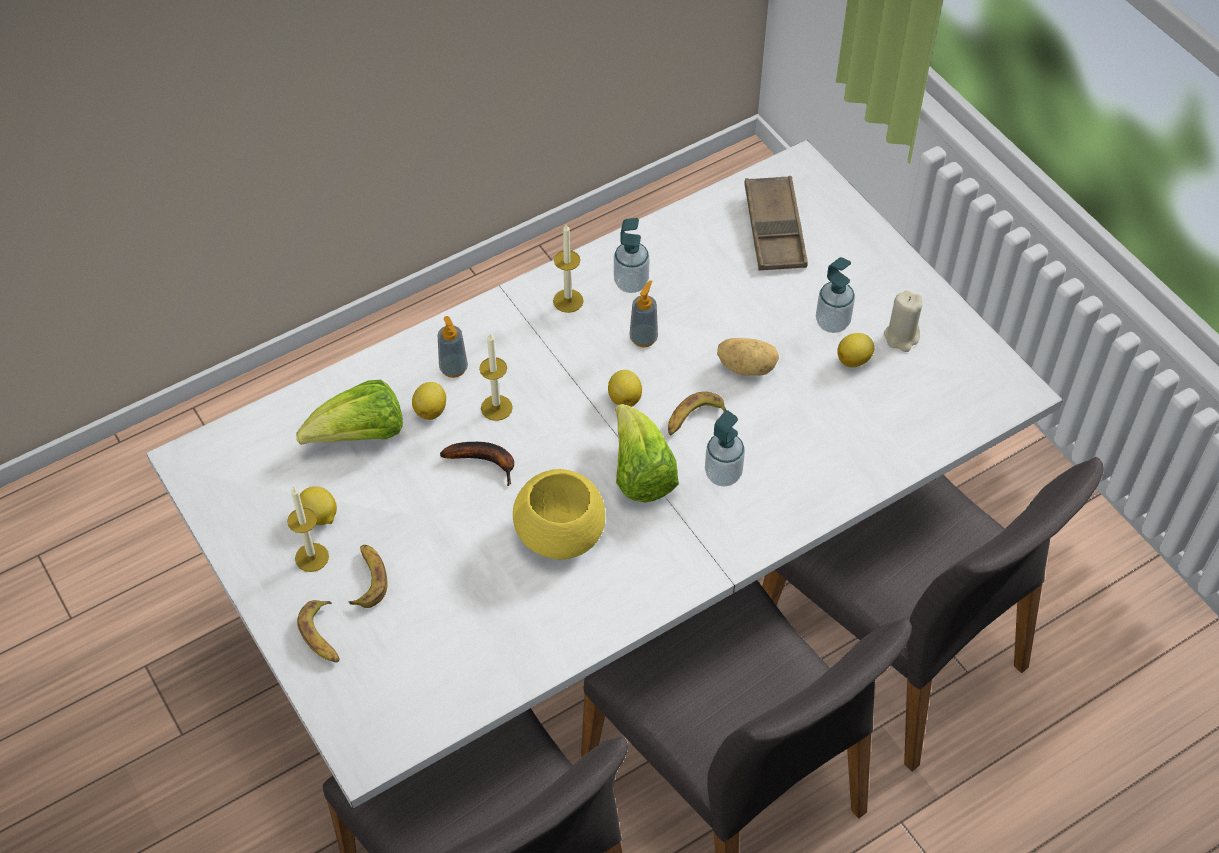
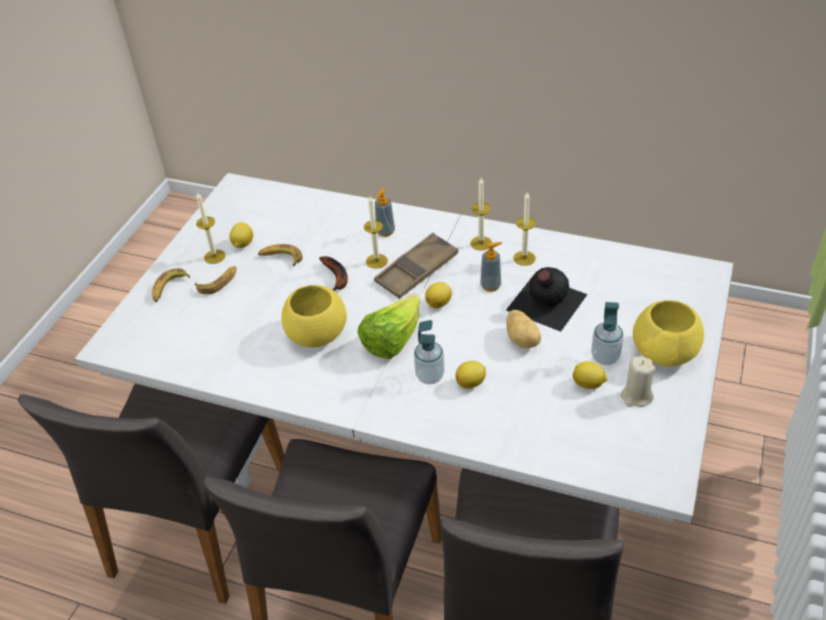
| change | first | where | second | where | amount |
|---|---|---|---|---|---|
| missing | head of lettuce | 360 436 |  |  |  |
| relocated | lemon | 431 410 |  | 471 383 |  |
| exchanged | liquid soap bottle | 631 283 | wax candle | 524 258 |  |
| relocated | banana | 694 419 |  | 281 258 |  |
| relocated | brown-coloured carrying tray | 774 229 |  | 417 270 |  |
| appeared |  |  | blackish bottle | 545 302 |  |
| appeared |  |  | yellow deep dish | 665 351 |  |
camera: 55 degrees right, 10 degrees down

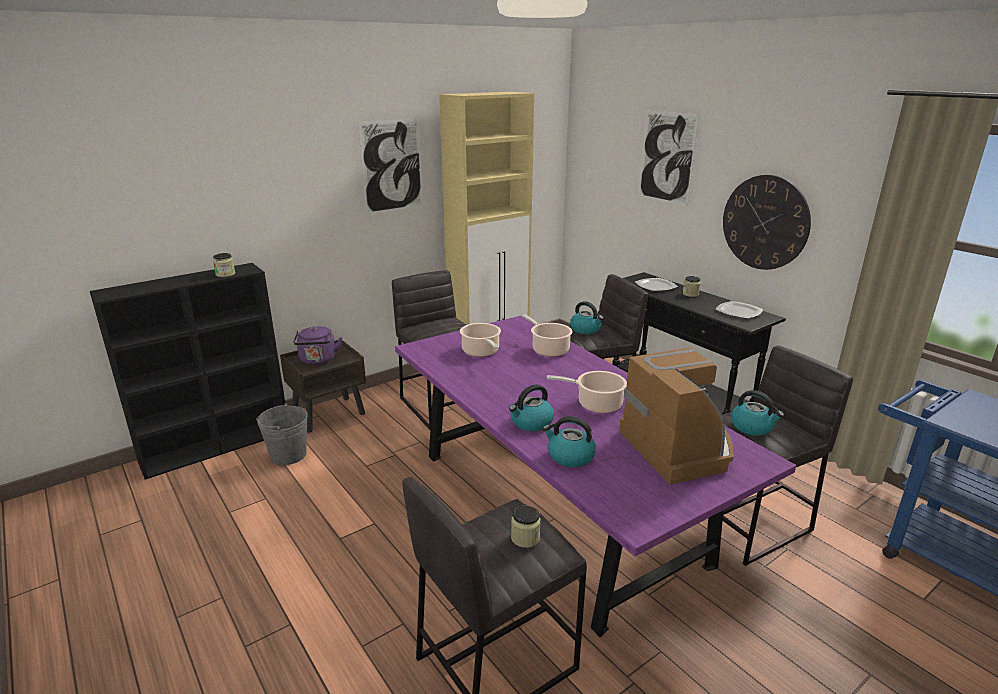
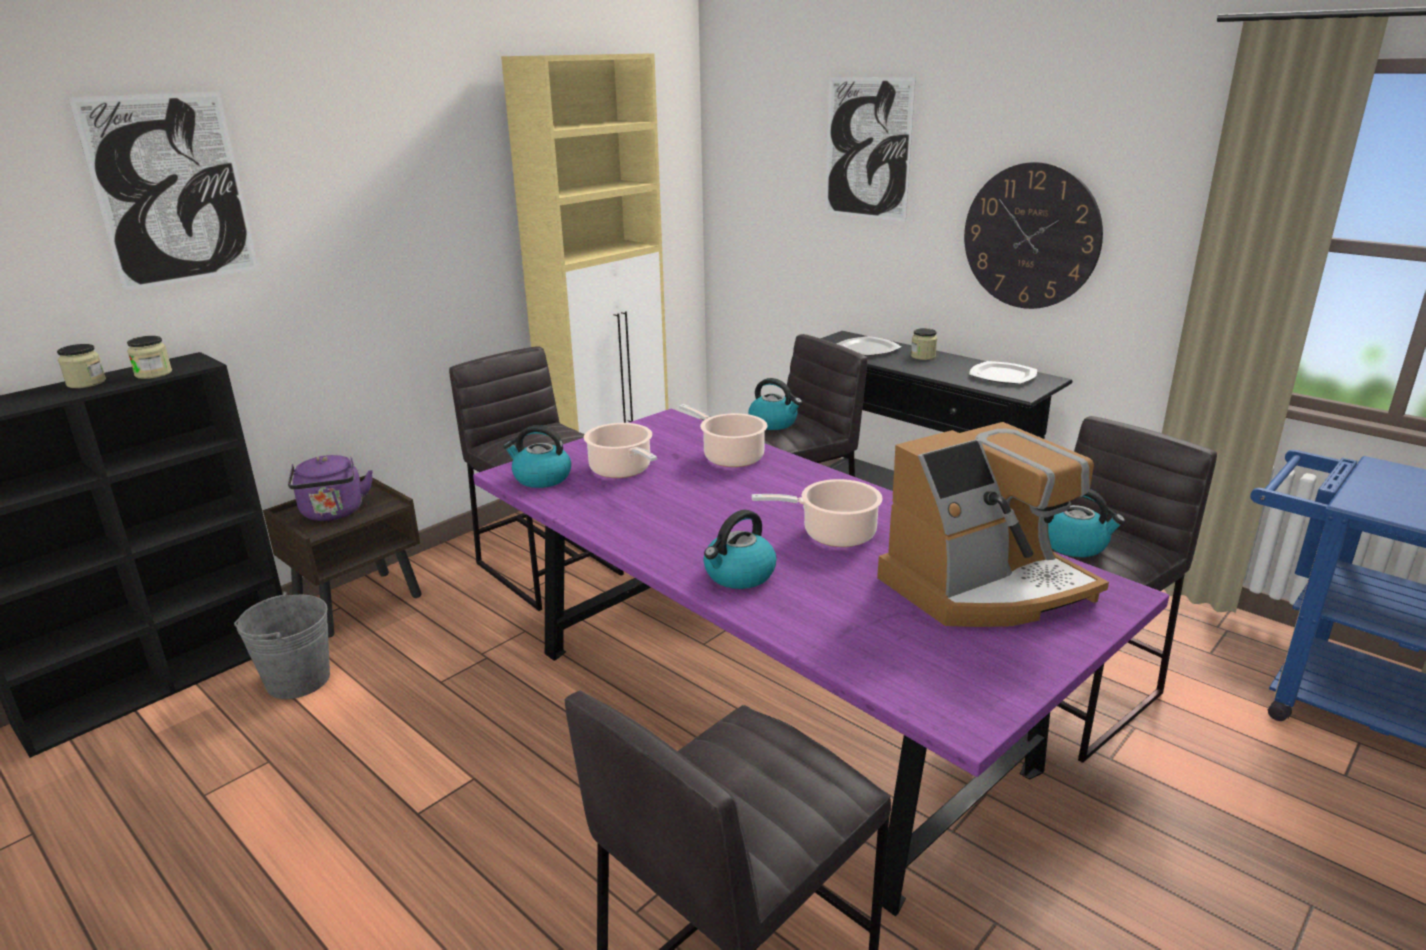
| change | first | where | second | where | amount |
|---|---|---|---|---|---|
| relocated | wall picture | 392 166 |  | 171 190 |  |
| relocated | storage jar | 525 538 |  | 86 383 |  |
| relocated | water kettle | 570 456 |  | 541 478 |  |
| spun | coffee maker | 679 447 |  | 985 587 | 90 degrees clockwise |
camera: 10 degrees left, 0 degrees up

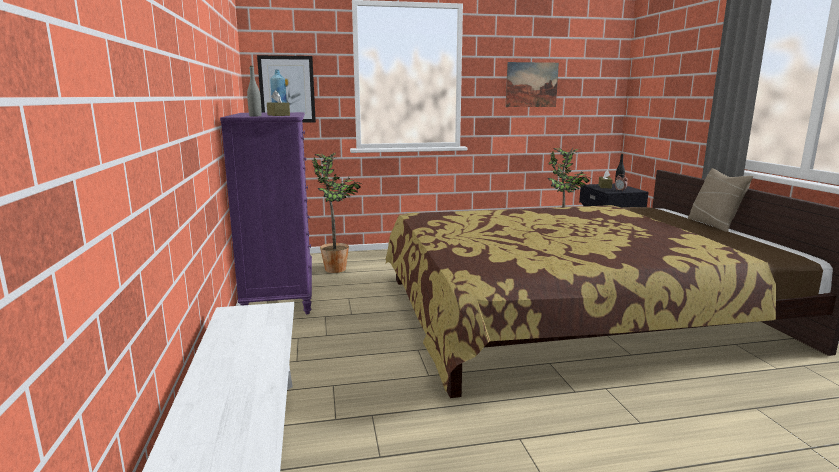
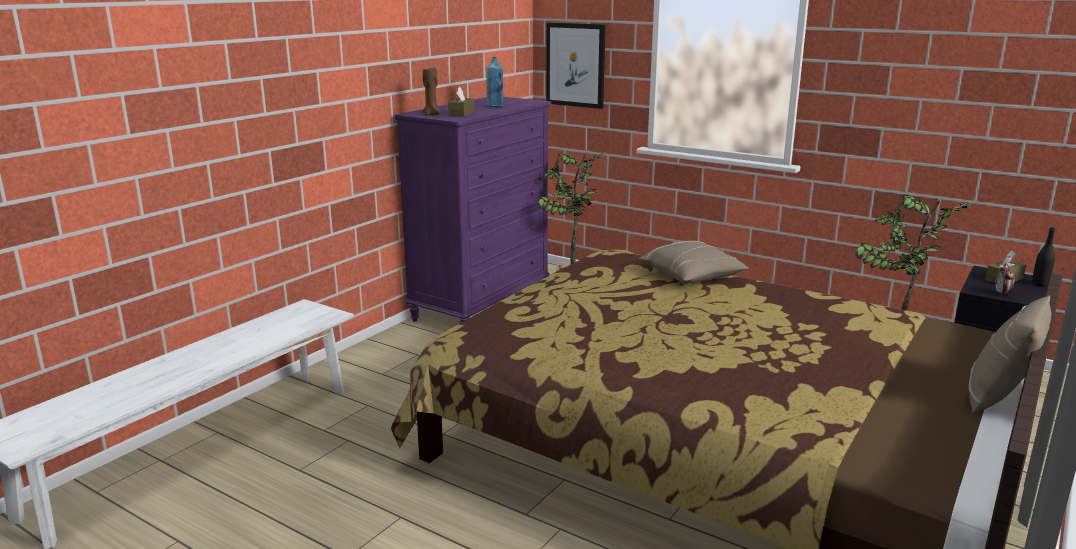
| change | first | where | second | where | amount |
|---|---|---|---|---|---|
| exchanged | gray bottle | 255 116 | brown-coloured wax candle | 431 114 |  |
| missing | wall picture | 531 84 |  |  |  |
| appeared |  |  | sand-coloured cushion | 692 277 |  |
camera: 45 degrees right, 5 degrees up

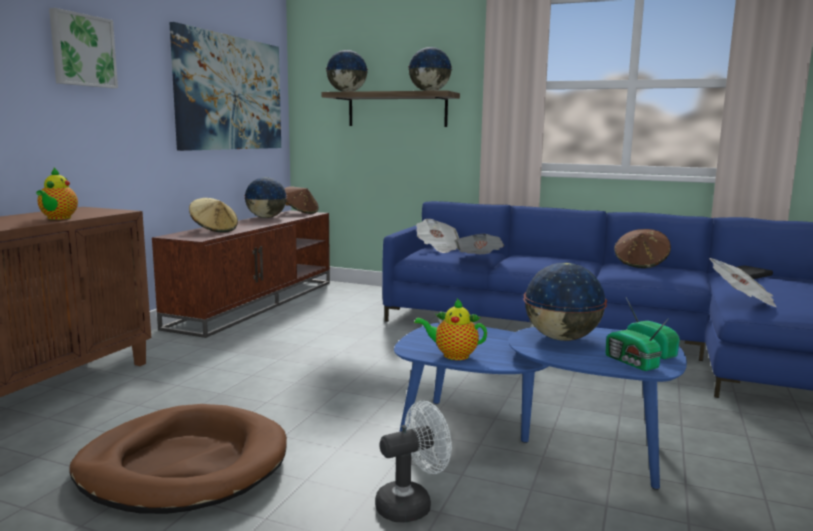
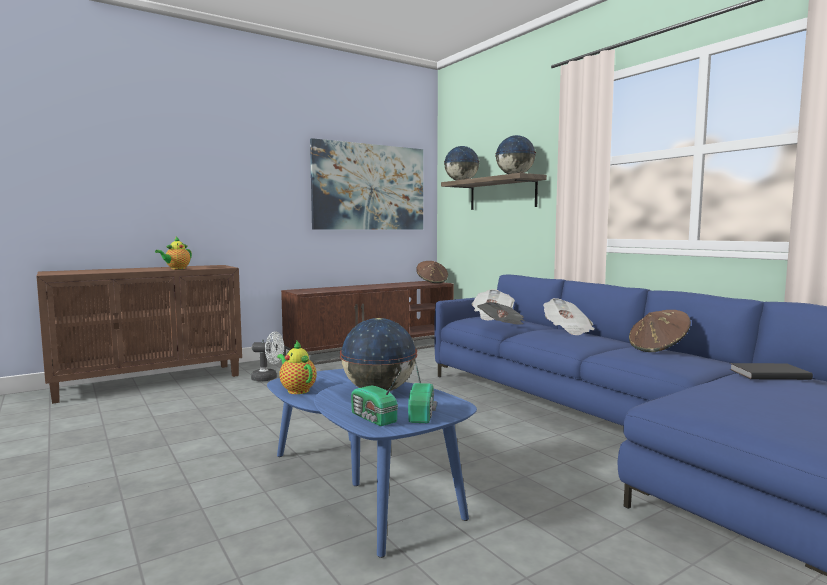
| change | first | where | second | where | amount |
|---|---|---|---|---|---|
| missing | wall picture | 82 50 |  |  |  |
| missing | brown-coloured dog bed | 184 465 |  |  |  |
| missing | sand-coloured wearable hat | 214 230 |  |  |  |
| missing | globe | 266 217 |  |  |  |
| relocated | whitish electric fan | 411 504 |  | 268 378 |  |
| spun | radio receiver | 631 363 |  | 373 418 | 45 degrees counterclockwise |
| relocated | newspaper | 741 299 |  | 568 330 |  |
camera: 35 degrees right, 5 degrees down

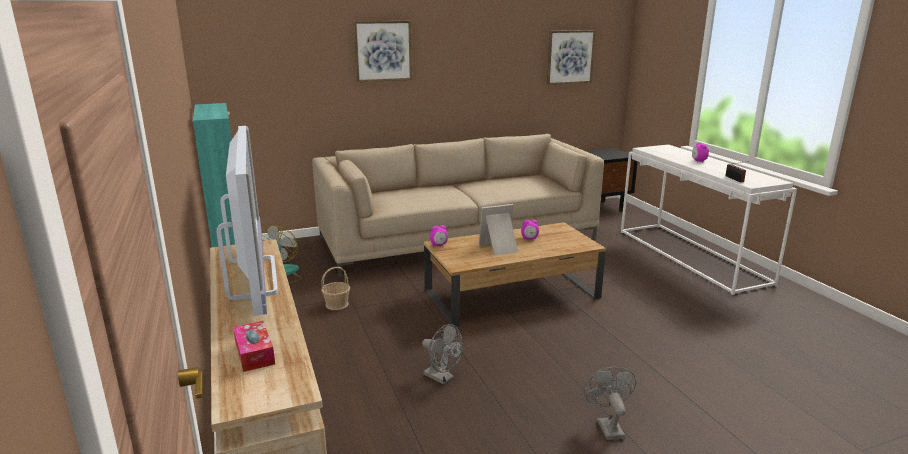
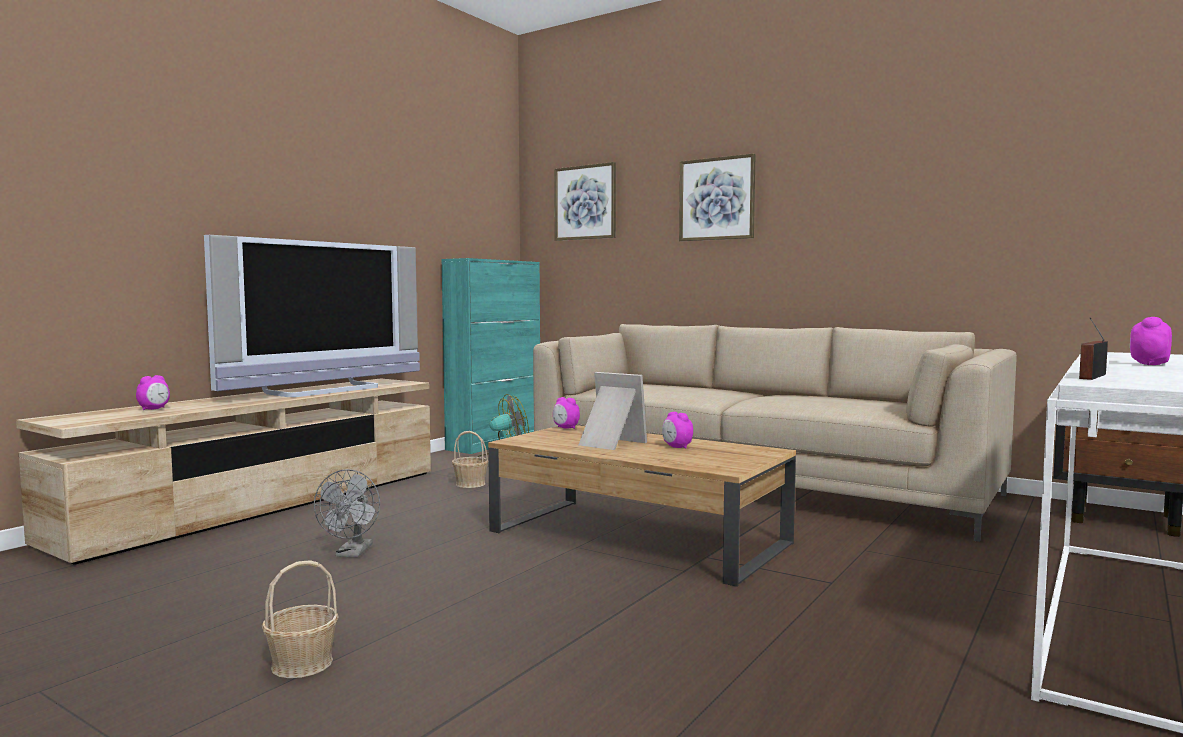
| change | first | where | second | where | amount |
|---|---|---|---|---|---|
| exchanged | tissue box | 254 353 | table clock | 154 409 |  |
| relocated | wall picture | 570 57 |  | 585 202 |  |
| exchanged | gray electric fan | 607 426 | storage basket | 301 664 |  |
camera: 55 degrees right, 15 degrees down

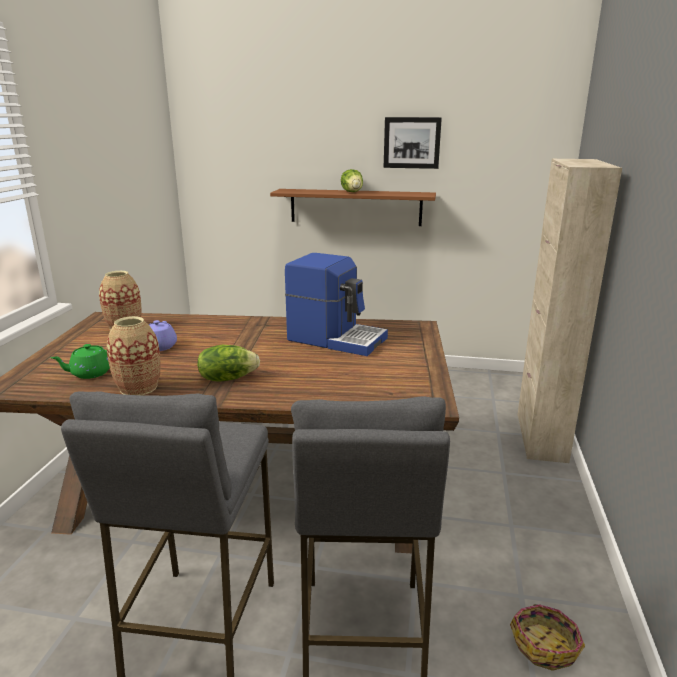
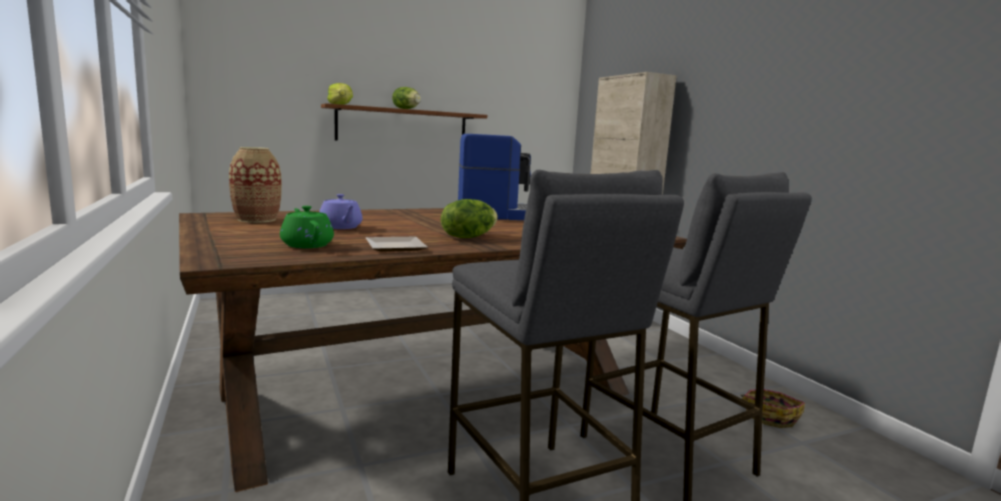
| change | first | where | second | where | amount |
|---|---|---|---|---|---|
| spun | green-coloured teapot | 90 373 |  | 307 245 | 120 degrees clockwise |
| exchanged | vase | 138 387 | dinner plate | 394 247 |  |
| missing | wall picture | 412 142 |  |  |  |
| appeared |  |  | head of lettuce | 341 104 |  |
camera: 35 degrees left, 10 degrees down

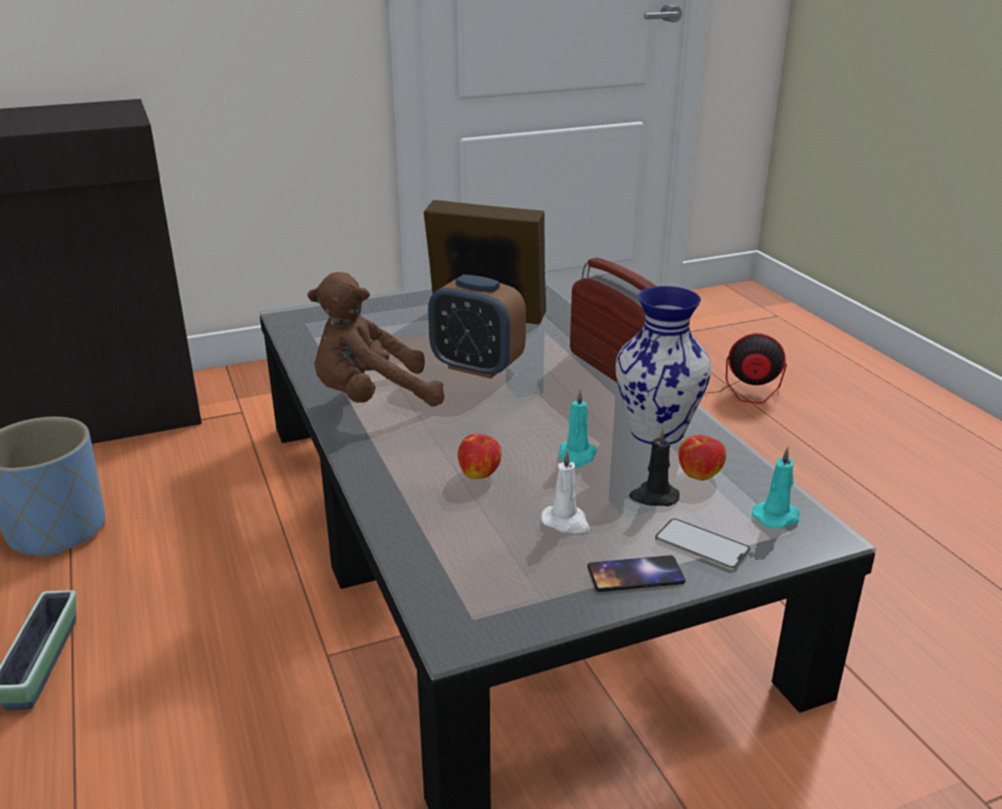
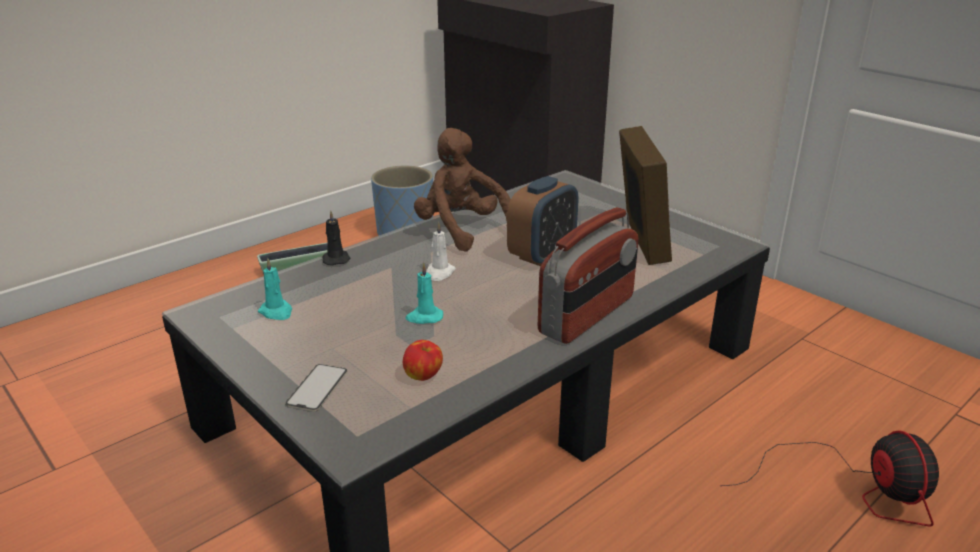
| change | first | where | second | where | amount |
|---|---|---|---|---|---|
| spun | table clock | 477 367 |  | 542 255 | 150 degrees counterclockwise |
| missing | apple fruit | 480 474 |  |  |  |
| relocated | whitish wax candle | 566 522 |  | 439 273 |  |
| missing | telephone | 635 575 |  |  |  |
| missing | vase | 656 431 |  |  |  |
| relocated | blackish wax candle | 653 497 |  | 335 259 |  |
| relocated | turquoise-coloured wax candle | 777 517 |  | 276 312 |  |
camera: 70 degrees right, 0 degrees up

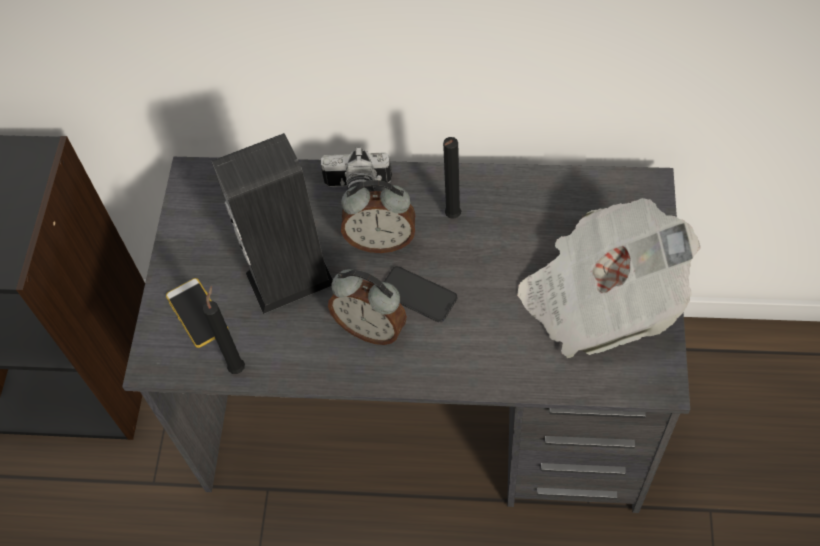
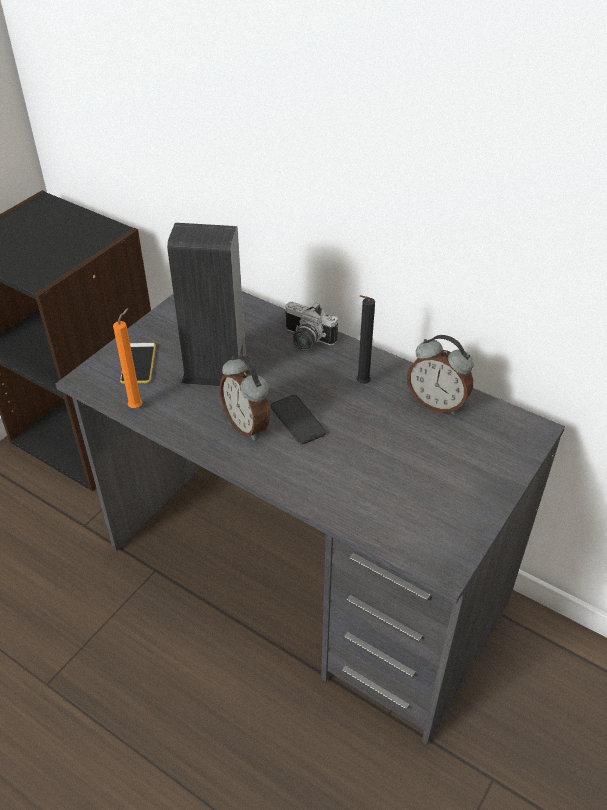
| change | first | where | second | where | amount |
|---|---|---|---|---|---|
| colour | blackish wax candle | 238 366 | orange-coloured wax candle | 138 406 |  |
| relocated | table clock | 381 240 |  | 437 403 |  |
| missing | newspaper | 600 299 |  |  |  |
camera: 25 degrees right, 15 degrees down

